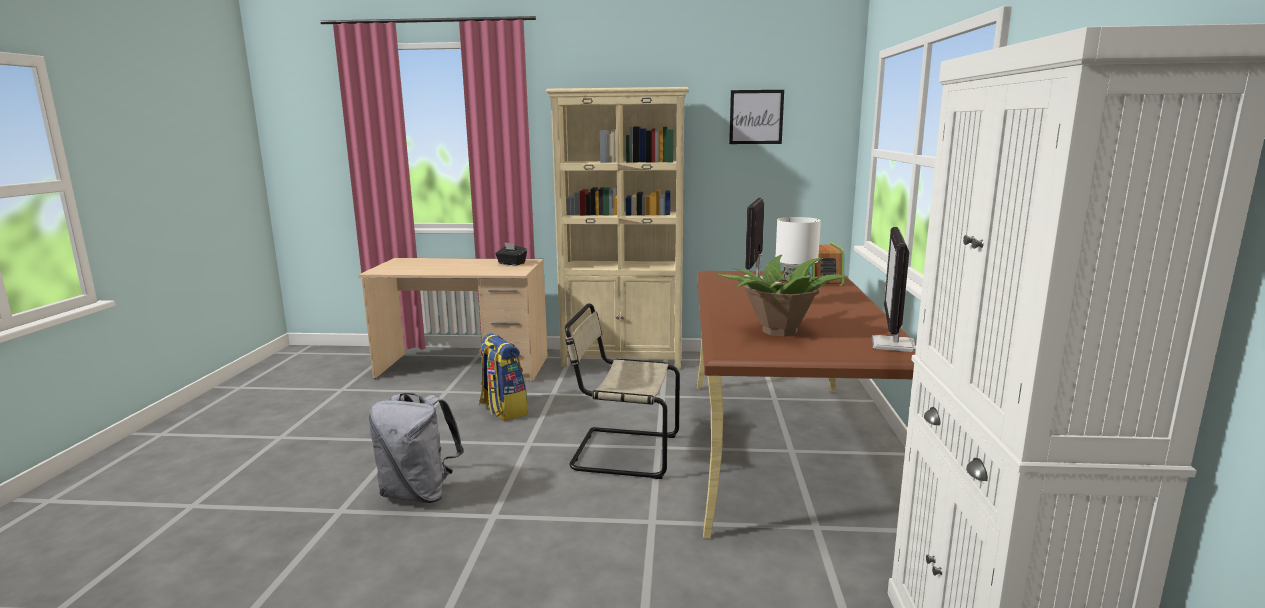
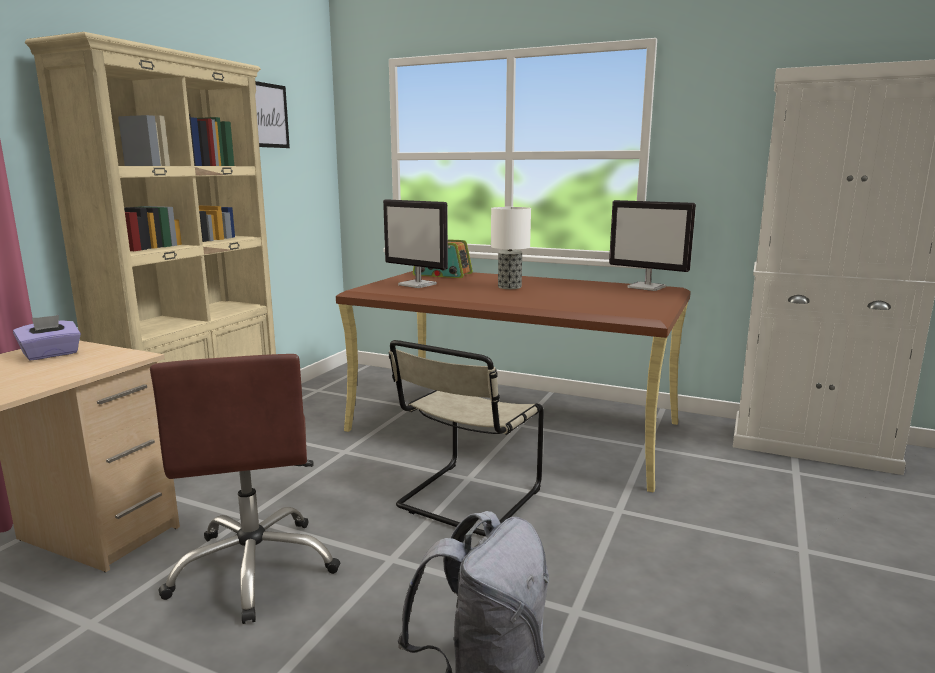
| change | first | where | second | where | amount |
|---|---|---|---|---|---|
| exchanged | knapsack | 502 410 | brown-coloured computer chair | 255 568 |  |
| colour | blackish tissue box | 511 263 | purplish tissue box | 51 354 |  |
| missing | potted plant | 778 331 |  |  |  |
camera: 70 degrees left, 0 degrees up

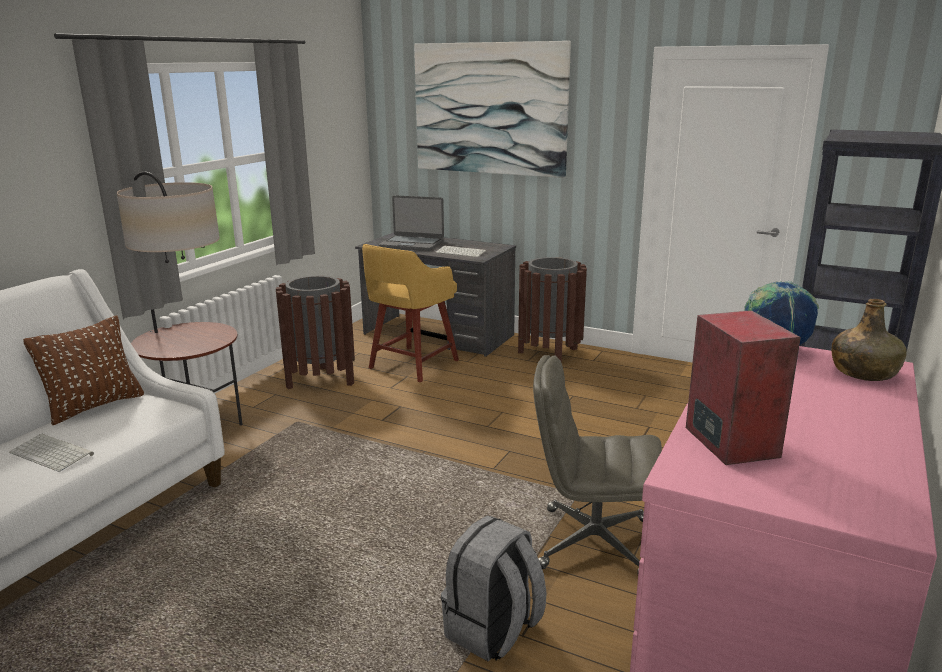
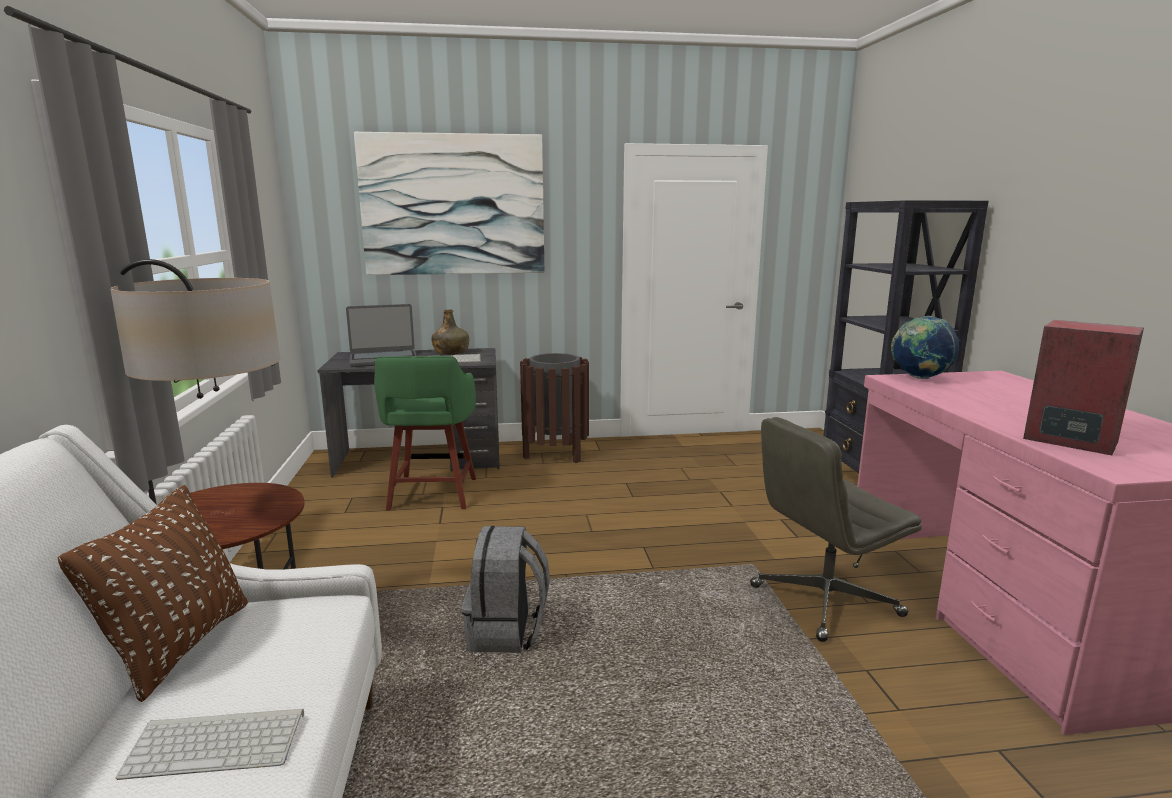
| change | first | where | second | where | amount |
|---|---|---|---|---|---|
| missing | brown-coloured rubbish bin | 321 380 |  |  |  |
| colour | yellow stool seat | 411 365 | green-coloured stool seat | 432 495 |  |
| relocated | gray knapsack | 493 631 |  | 507 632 |  |
| relocated | green-coloured bottle | 863 373 |  | 451 352 |  |
camera: 35 degrees left, 5 degrees down

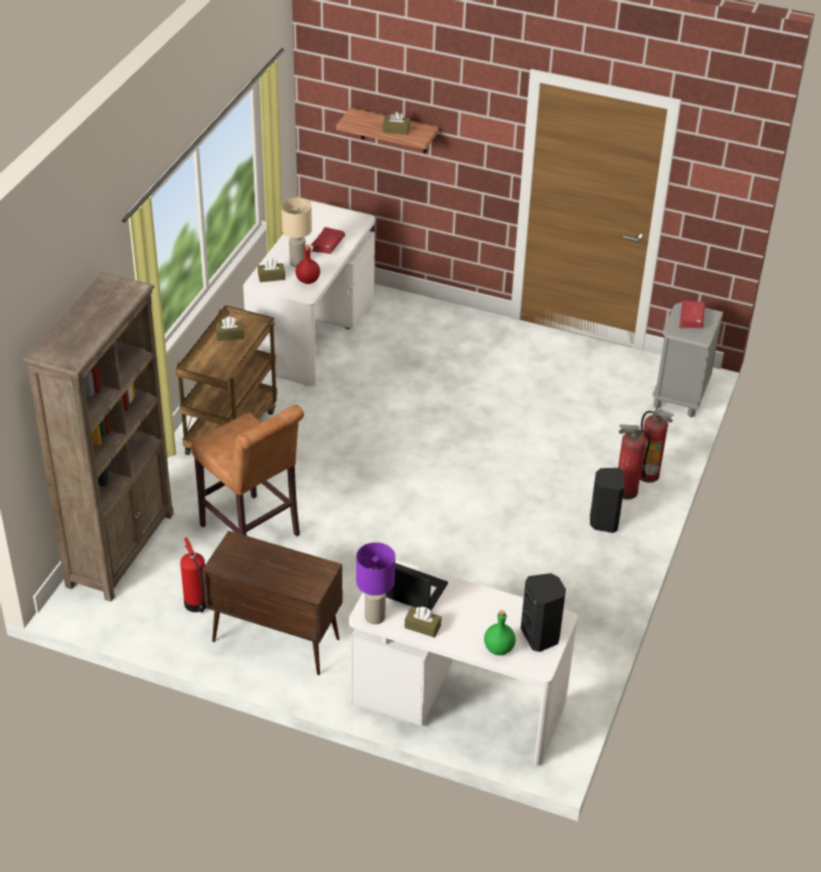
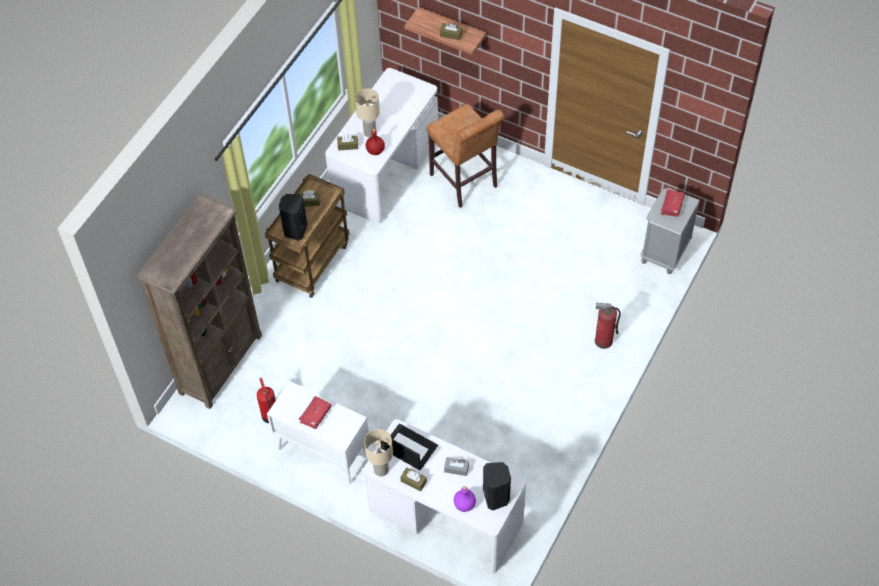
| change | first | where | second | where | amount |
|---|---|---|---|---|---|
| relocated | brown-coloured stool seat | 253 533 |  | 465 183 |  |
| colour | brown-coloured storage cabinet | 274 640 | whitish storage cabinet | 322 452 |  |
| relocated | red bound book | 328 245 |  | 315 415 |  |
| colour | purplish lamp for a table | 375 616 | sand-coloured lamp for a table | 381 470 |  |
| colour | green-coloured bottle | 498 648 | purplish bottle | 464 504 |  |
| relocated | blackish speaker | 603 521 |  | 295 230 |  |
| missing | fire-fighting cylinder | 648 474 |  |  |  |
| appeared |  |  | gray tissue box | 456 468 |  |
camera: 10 degrees right, 15 degrees up

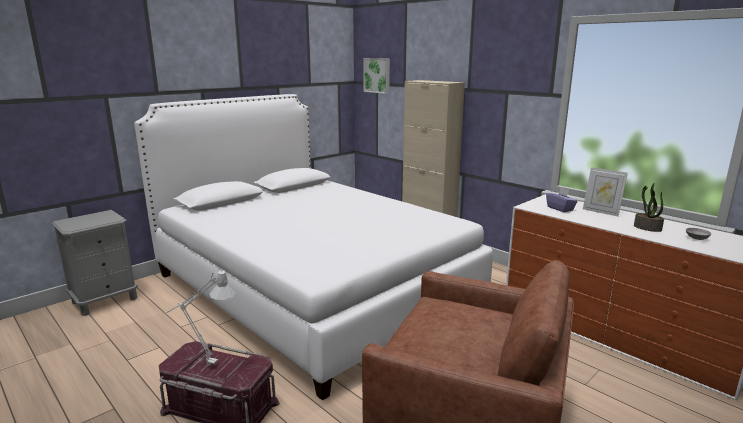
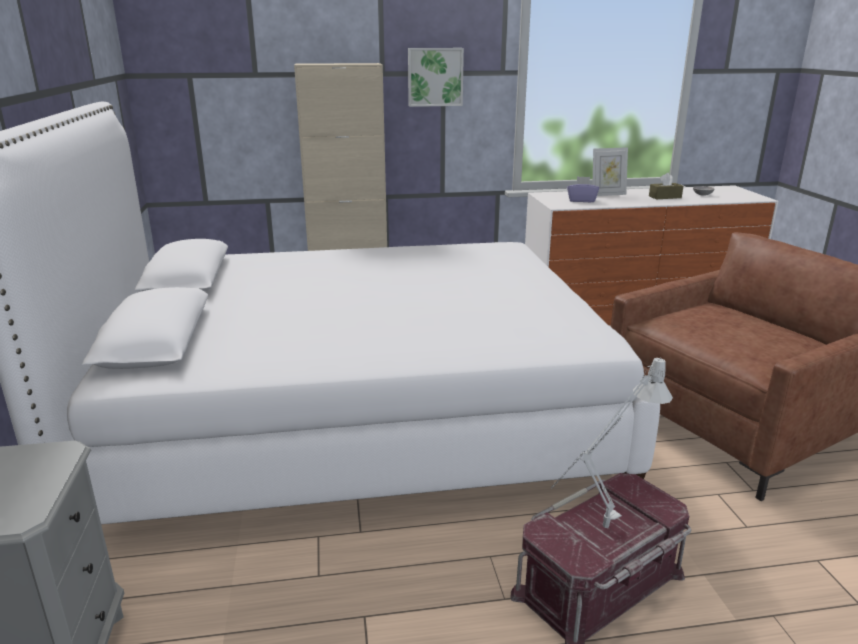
| change | first | where | second | where | amount |
|---|---|---|---|---|---|
| relocated | wall picture | 377 75 |  | 435 77 |  |
| exchanged | potted plant | 647 228 | brown-coloured tissue box | 665 197 |  |
camera: 55 degrees left, 5 degrees up

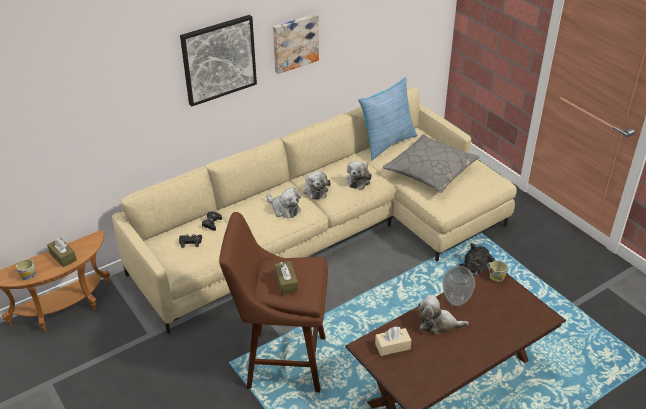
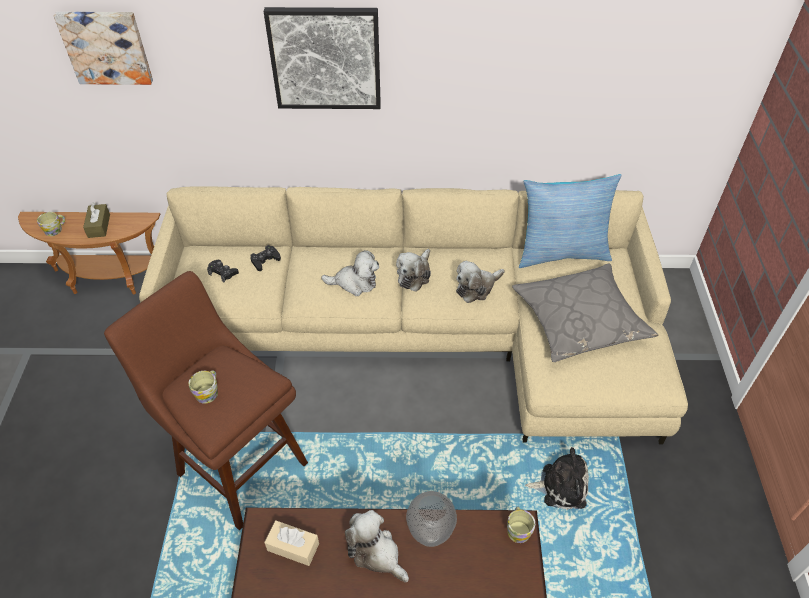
| change | first | where | second | where | amount |
|---|---|---|---|---|---|
| spun | soft toy | 284 209 |  | 354 282 | 75 degrees counterclockwise |
| relocated | wall picture | 295 42 |  | 106 46 |  |
| exchanged | brown-coloured tissue box | 286 282 | tea mug | 208 391 |  |
camera: 35 degrees right, 10 degrees up

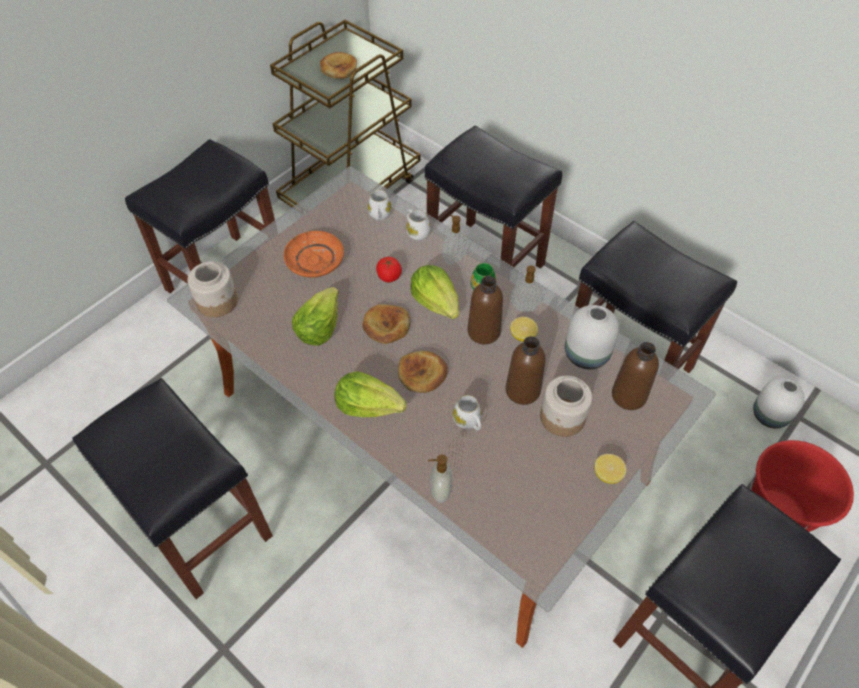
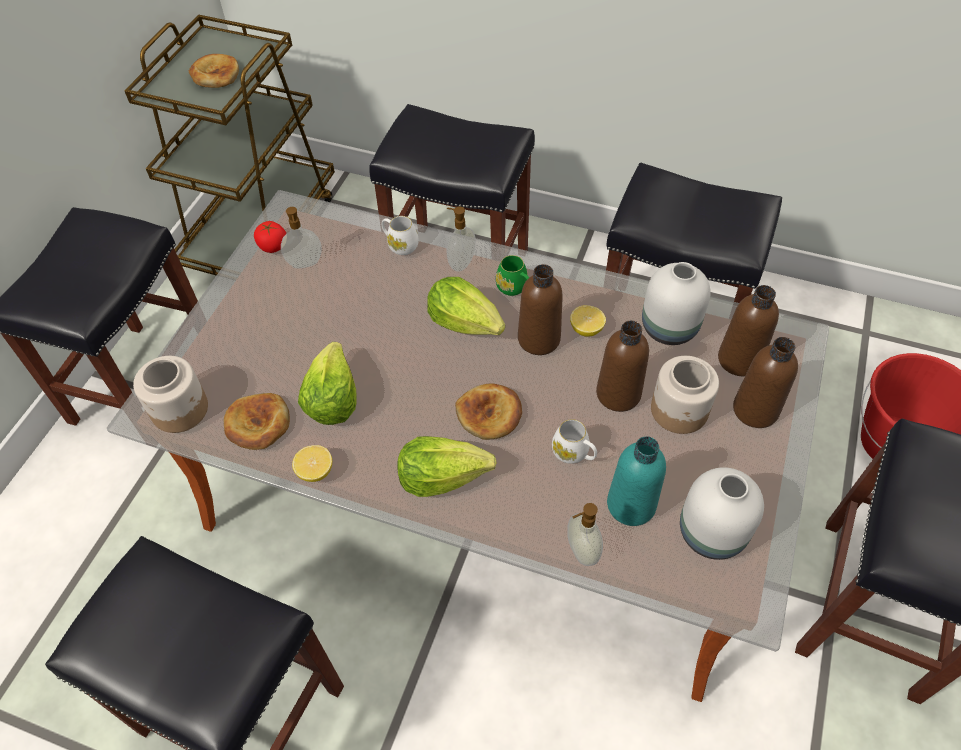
| change | first | where | second | where | amount |
|---|---|---|---|---|---|
| missing | orange-coloured dinner plate | 315 260 |  |  |  |
| relocated | bakery bread | 386 326 |  | 258 424 |  |
| missing | whitish tea mug | 379 216 |  |  |  |
| relocated | tomato | 389 276 |  | 273 246 |  |
| relocated | liquid soap bottle | 524 308 |  | 305 264 |  |
| relocated | lemon | 607 474 |  | 315 471 |  |
| relocated | whitish vase | 769 414 |  | 711 531 |  |
| appeared |  |  | turquoise-coloured bottle | 631 504 |  |
| appeared |  |  | brown-coloured bottle | 755 410 |  |
camera: 20 degrees left, 0 degrees up

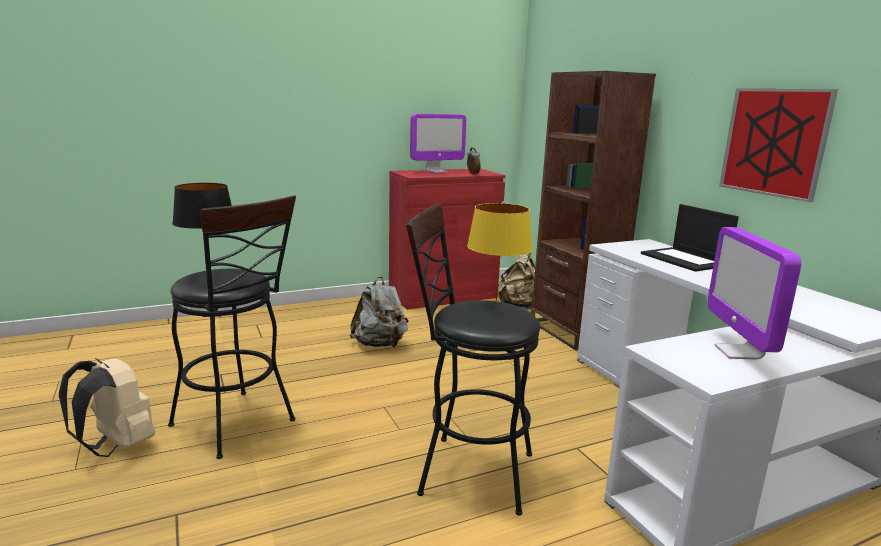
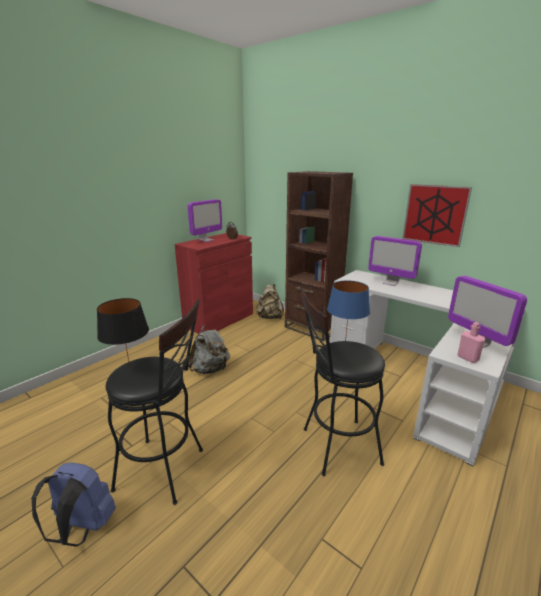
| change | first | where | second | where | amount |
|---|---|---|---|---|---|
| colour | sand-coloured knapsack | 117 446 | blue-coloured knapsack | 82 528 |  |
| colour | yellow lamp for a table | 495 302 | blue-coloured lamp for a table | 344 343 |  |
| exchanged | portable computer | 685 260 | computer screen | 390 283 |  |
| appeared |  |  | pink bottle | 467 358 |  |
camera: 25 degrees left, 5 degrees up

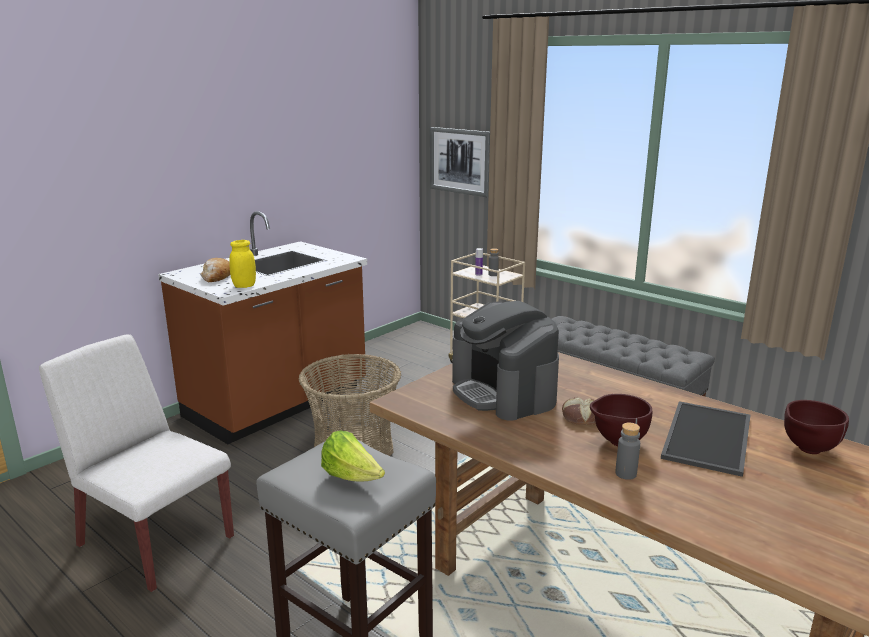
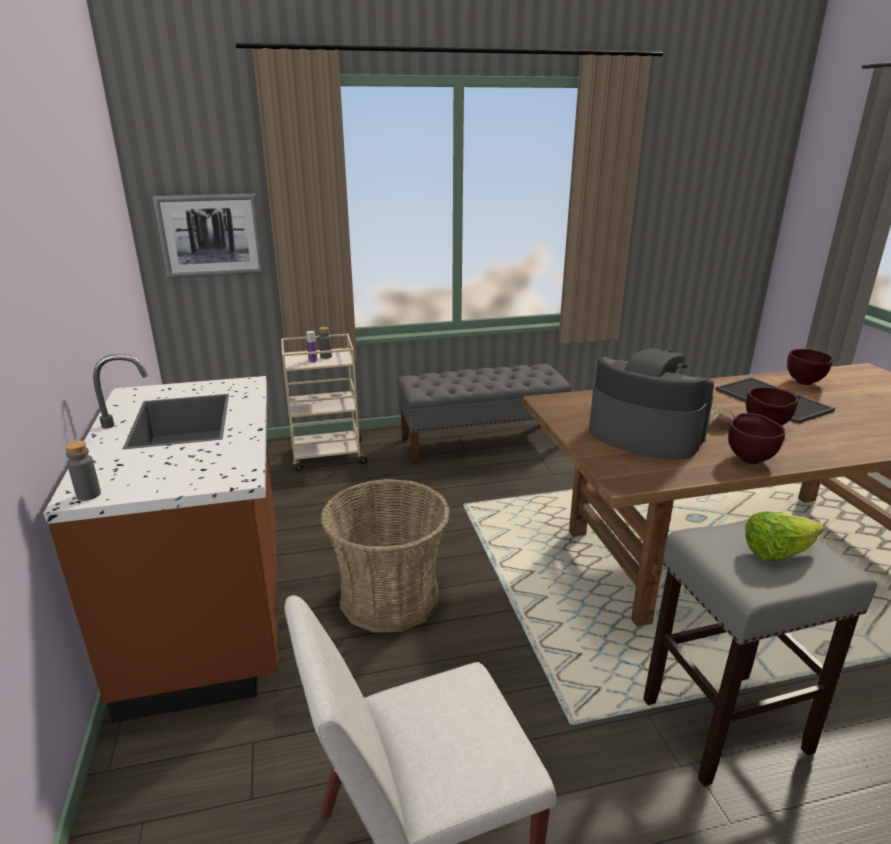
| change | first | where | second | where | amount |
|---|---|---|---|---|---|
| missing | bakery bread | 217 276 |  |  |  |
| missing | yellow storage jar | 244 286 |  |  |  |
| spun | coffee maker | 503 392 |  | 644 435 | 150 degrees counterclockwise |
| relocated | gray bottle | 625 474 |  | 88 495 |  |
| appeared |  |  | brown-coloured deep dish | 749 458 |  |
camera: 55 degrees left, 5 degrees up

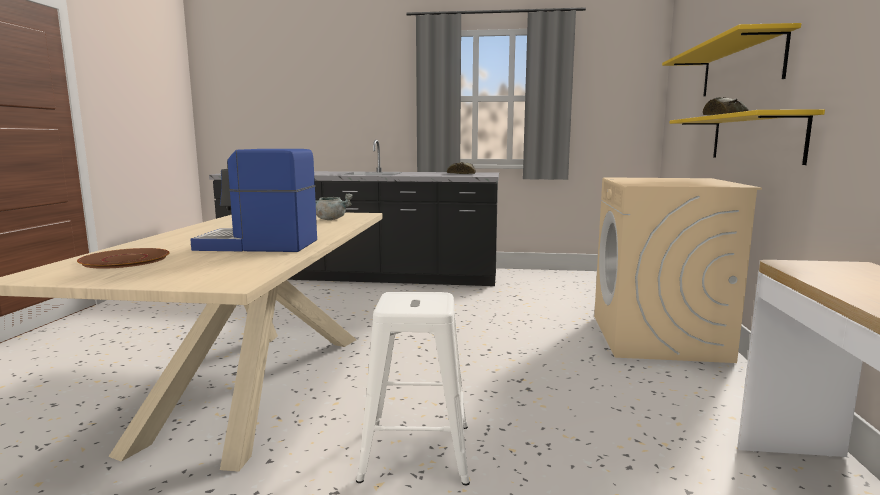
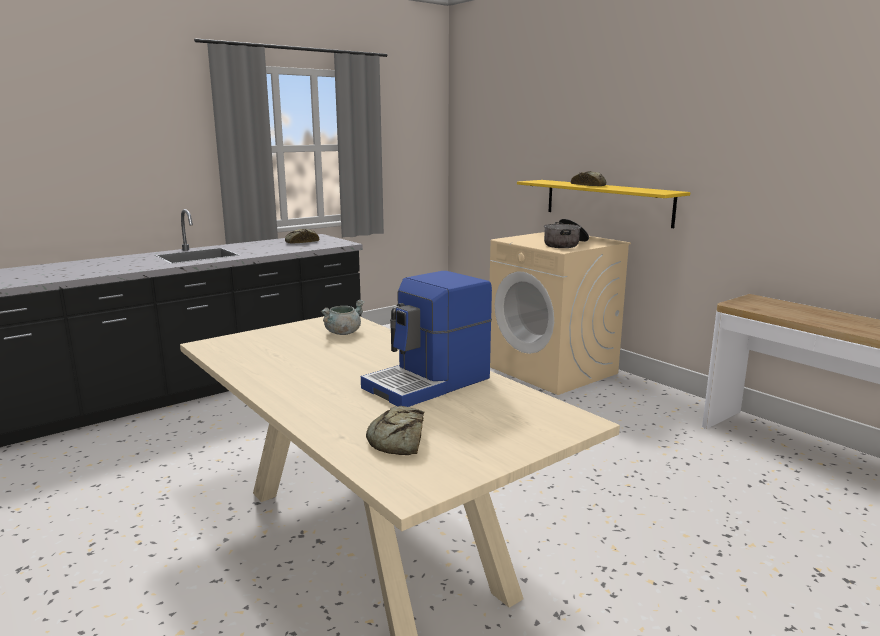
| change | first | where | second | where | amount |
|---|---|---|---|---|---|
| exchanged | brown-coloured dinner plate | 125 260 | bakery bread | 398 440 |  |
| missing | whitish stool seat | 418 452 |  |  |  |
| missing | yellow bracket shelf | 740 67 |  |  |  |
| appeared |  |  | stockpot | 565 244 |  |
camera: 45 degrees left, 5 degrees up

